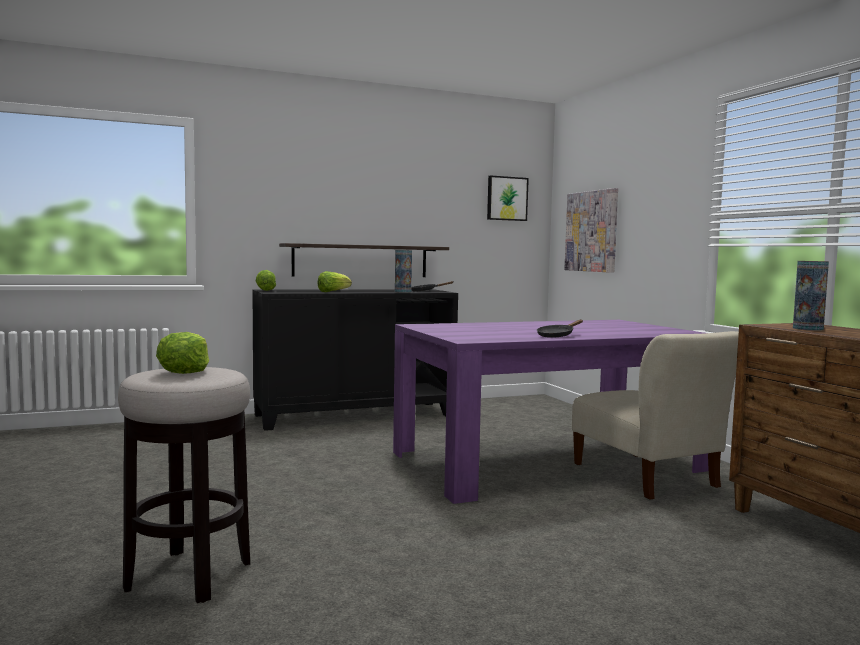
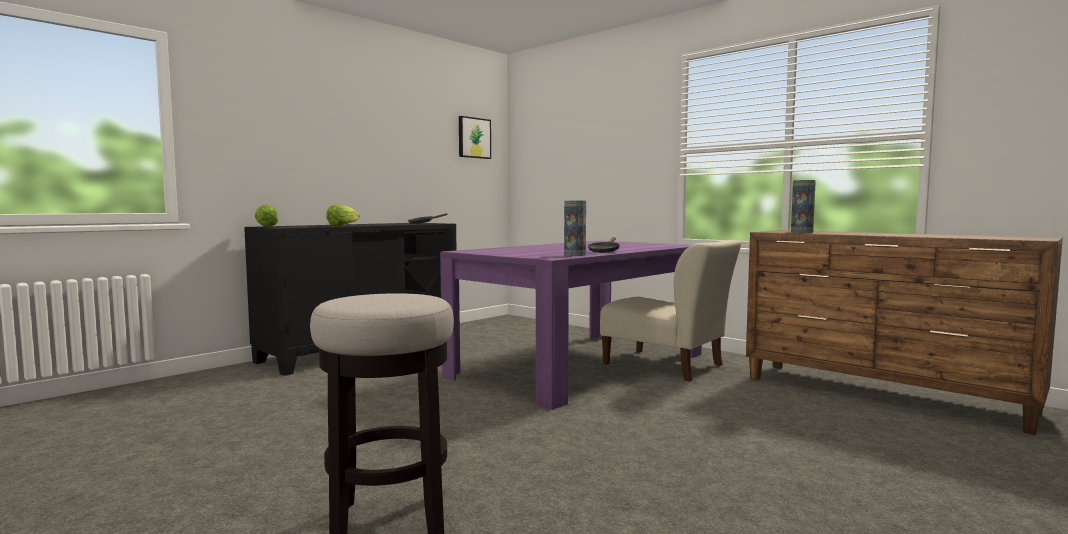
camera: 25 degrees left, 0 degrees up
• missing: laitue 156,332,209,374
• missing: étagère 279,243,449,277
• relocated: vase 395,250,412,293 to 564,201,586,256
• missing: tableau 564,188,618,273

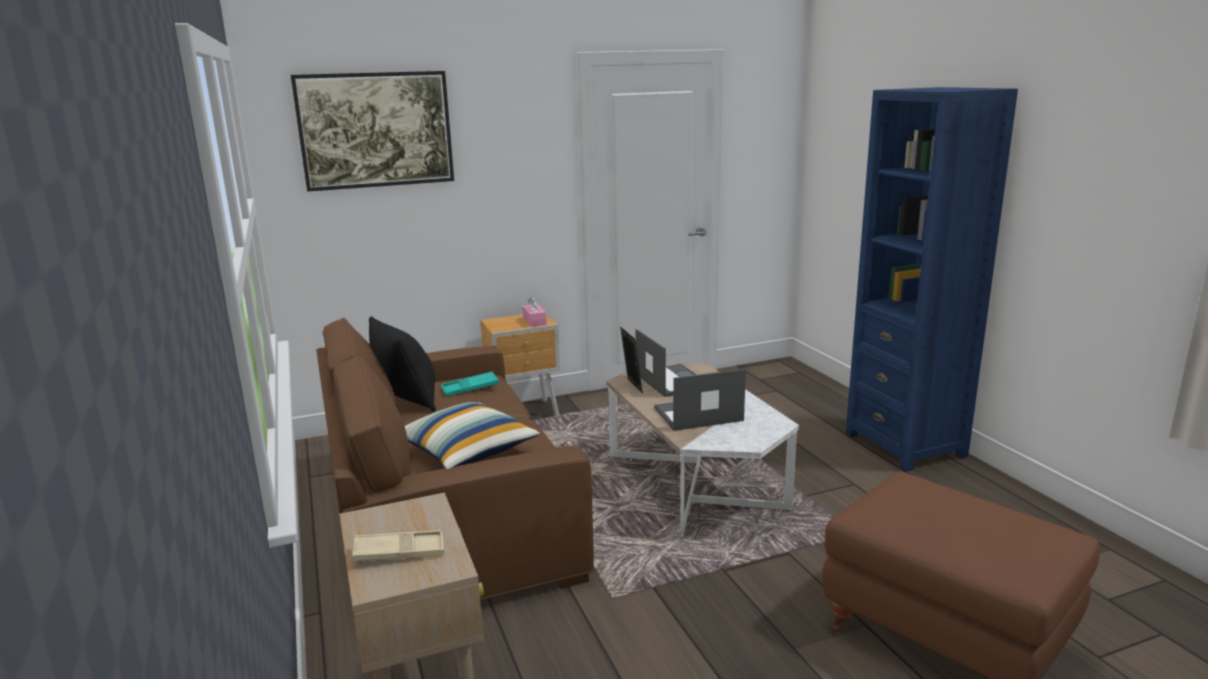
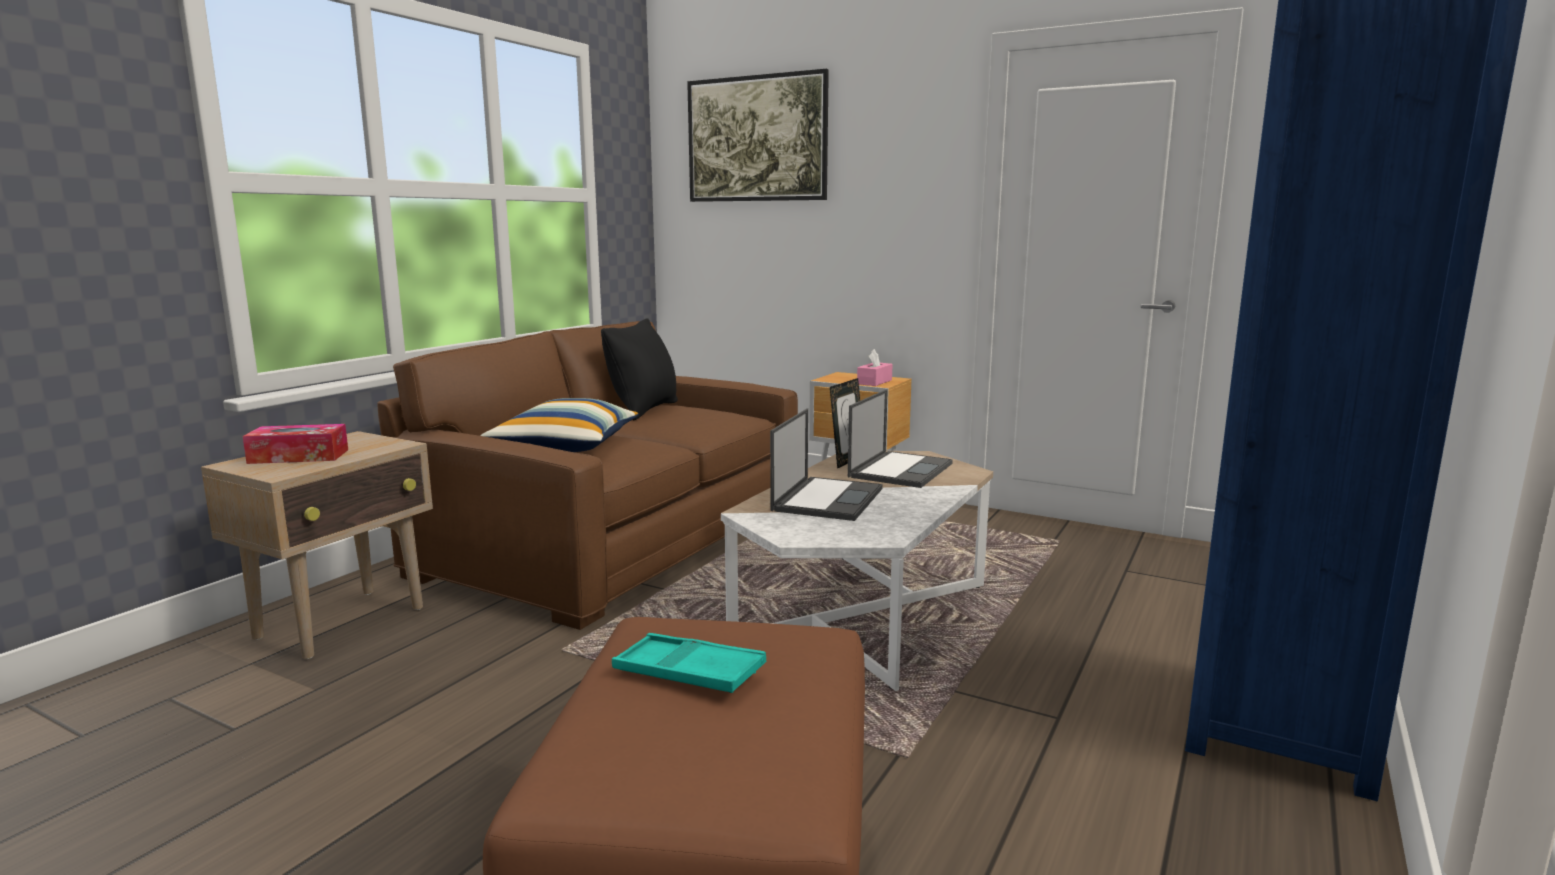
camera: 50 degrees right, 5 degrees down
• exchanged: plateau (beige) 352,530,444,563 to boîte à mouchoirs 243,424,348,464
• relocated: plateau (turquoise) 441,371,499,396 to 612,633,766,693
• spun: ordinateur portable 655,369,746,431 = 770,408,883,521 75 degrees clockwise

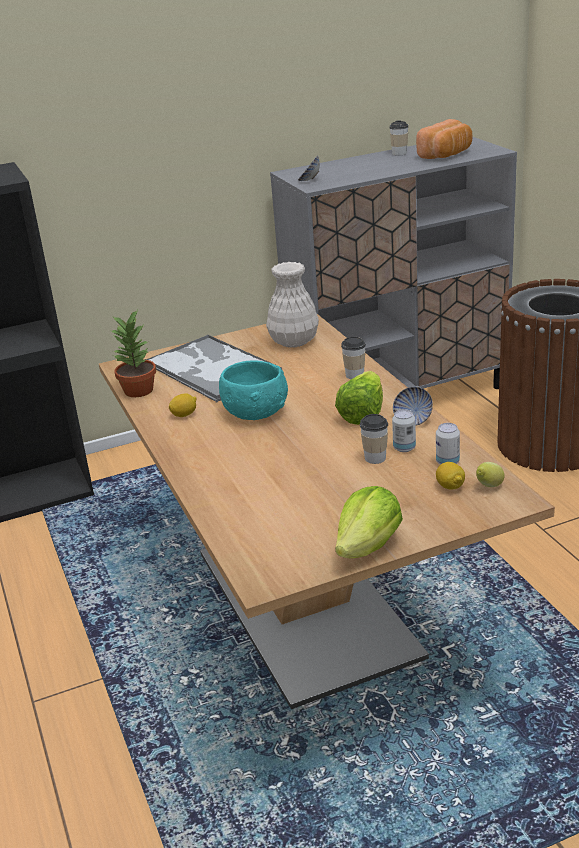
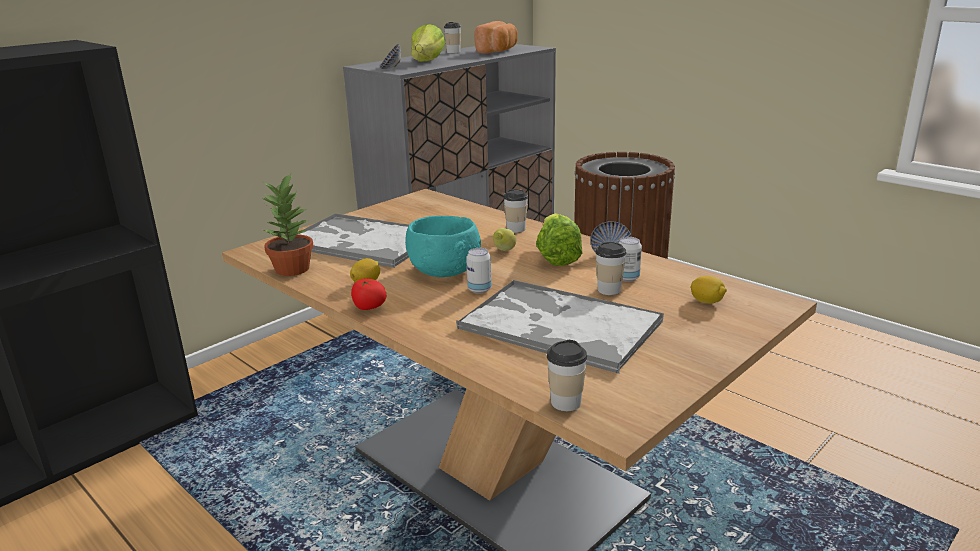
camera: 25 degrees left, 5 degrees down
• missing: vase (blanc) 266,262,319,348
• relocated: laitue 335,486,403,558 to 411,24,445,62
• relocated: boîte métallique 436,423,460,465 to 466,248,492,294
• relocated: citron 476,462,505,487 to 493,228,516,251
• appeared: tomate 351,279,386,310
• appeared: plateau 456,280,664,374
• appeared: tasse 547,340,587,411

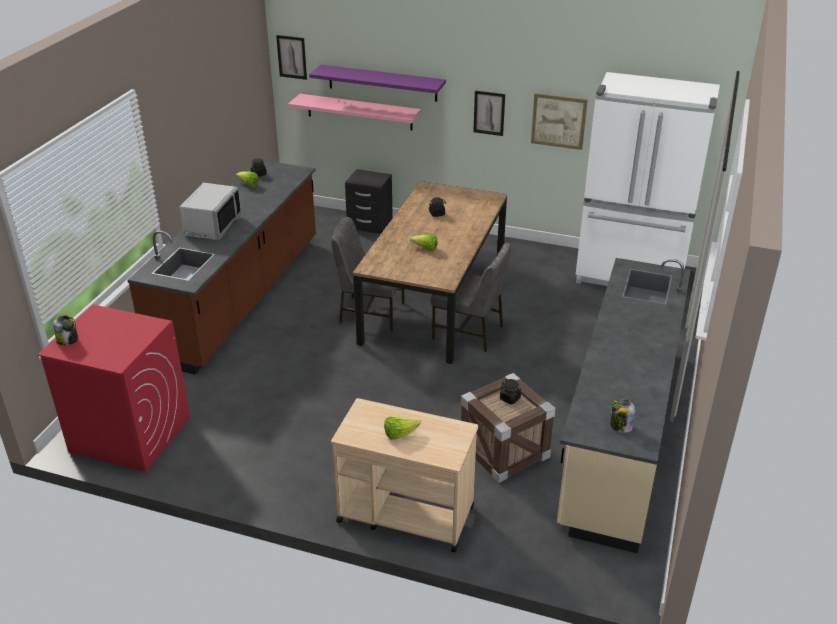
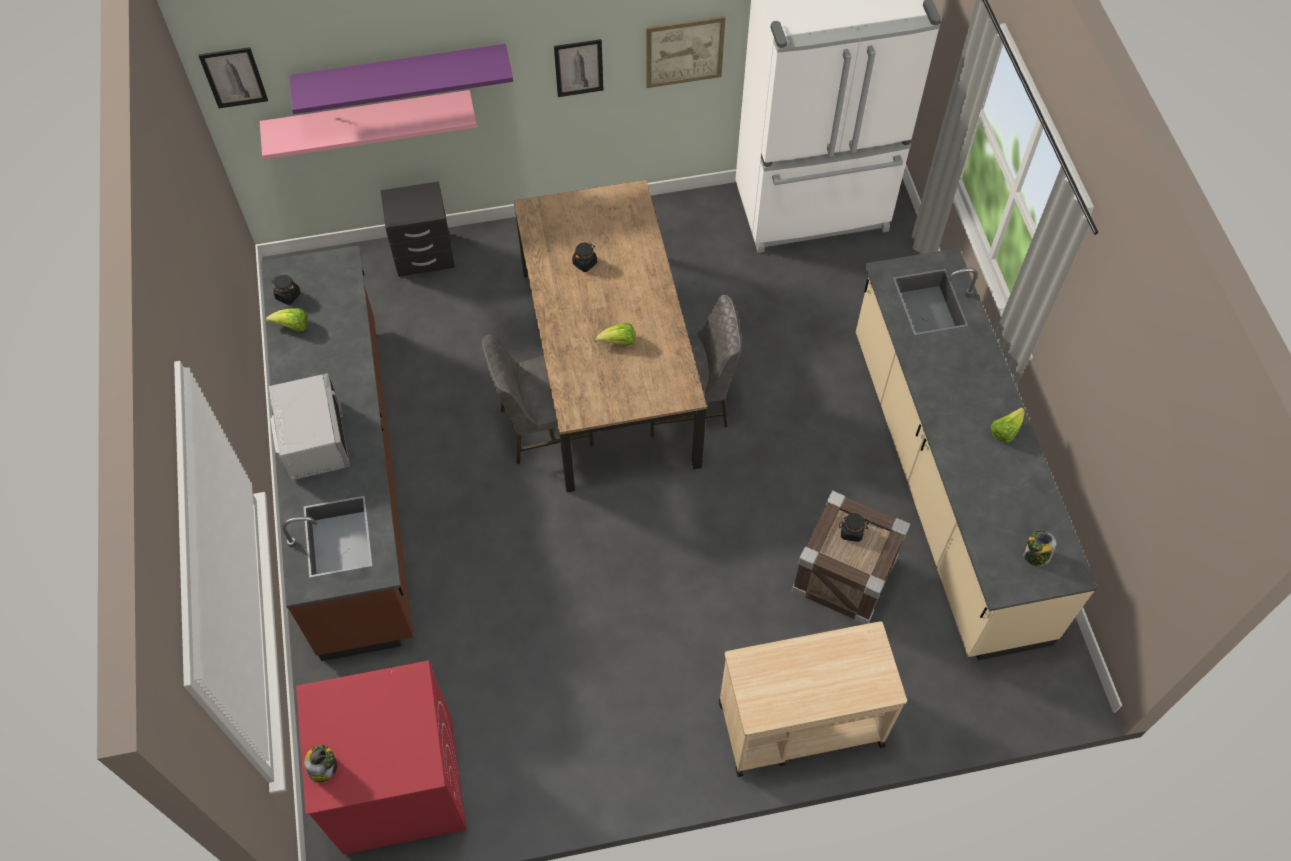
camera: 30 degrees left, 25 degrees up
• relocated: laitue 384,417,421,440 to 991,407,1024,443

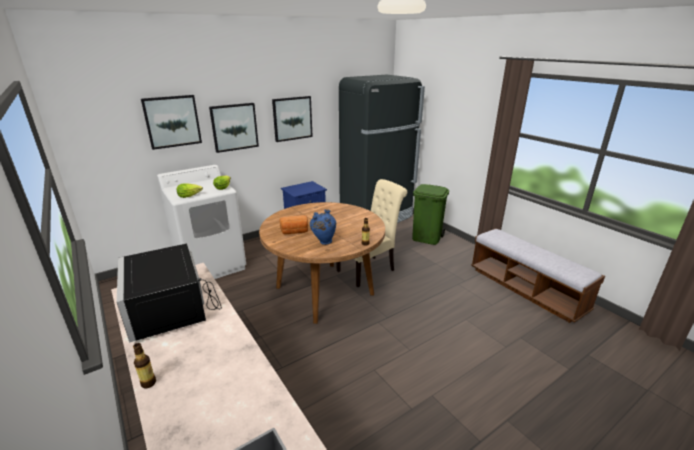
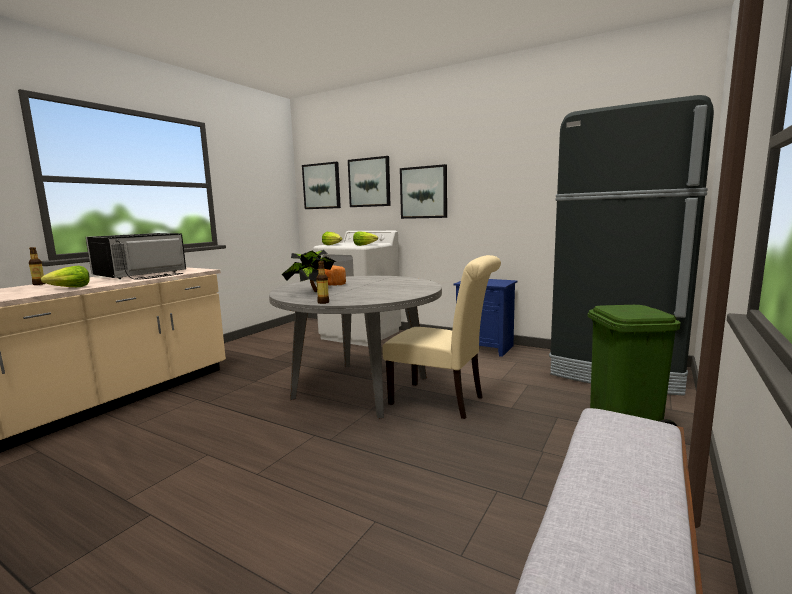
camera: 65 degrees right, 15 degrees down
• colour: table à manger (marron) 259,202,385,324 to table à manger (gris) 269,276,442,419
• relocated: tableau 272,96,313,142 to 302,162,341,209
• exchanged: vase (bleu) 310,209,336,245 to plante en pot 282,250,336,292
• appeared: laitue 41,266,90,287

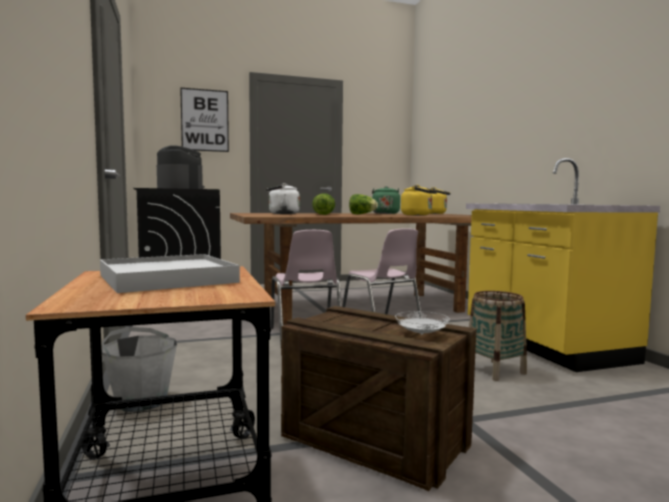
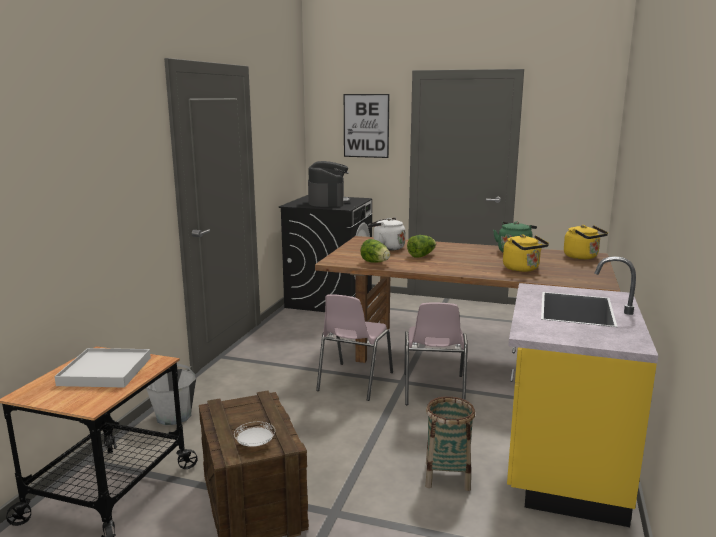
camera: 35 degrees right, 10 degrees up
• relocated: laitue 349,194,378,214 to 360,239,390,263

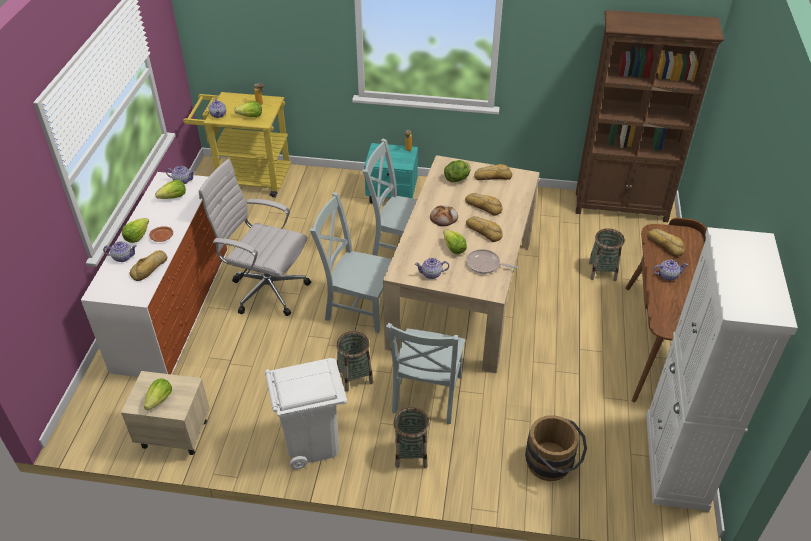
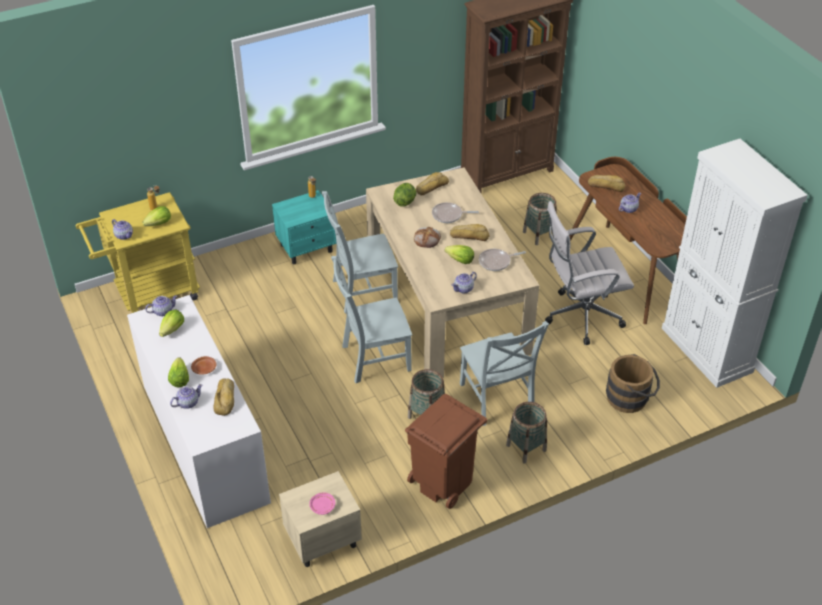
camera: 35 degrees left, 0 degrees up
• exchanged: laitue 144,379,172,410 to assiette (rose) 309,493,335,515
• relocated: chaise de bureau (blanc) 199,159,311,316 to 545,201,634,345
• colour: poubelle (blanc) 265,358,347,469 to poubelle (marron) 405,394,487,509
• exchanged: pain 465,193,502,216 to poêle 432,202,479,223

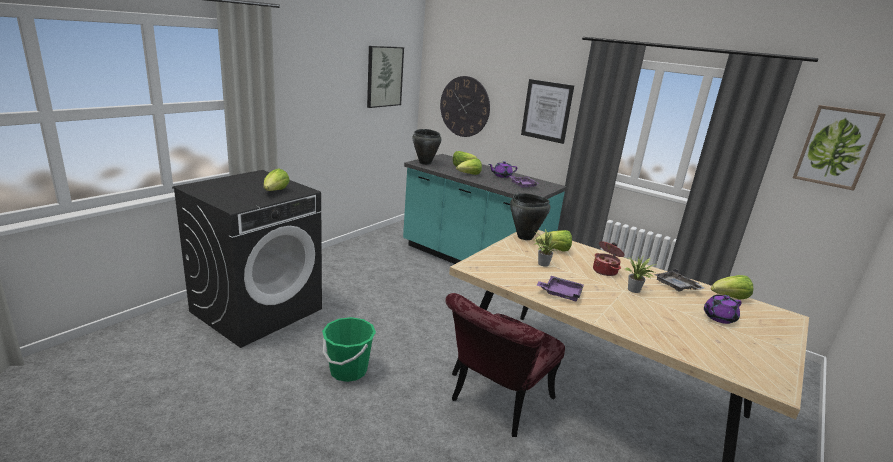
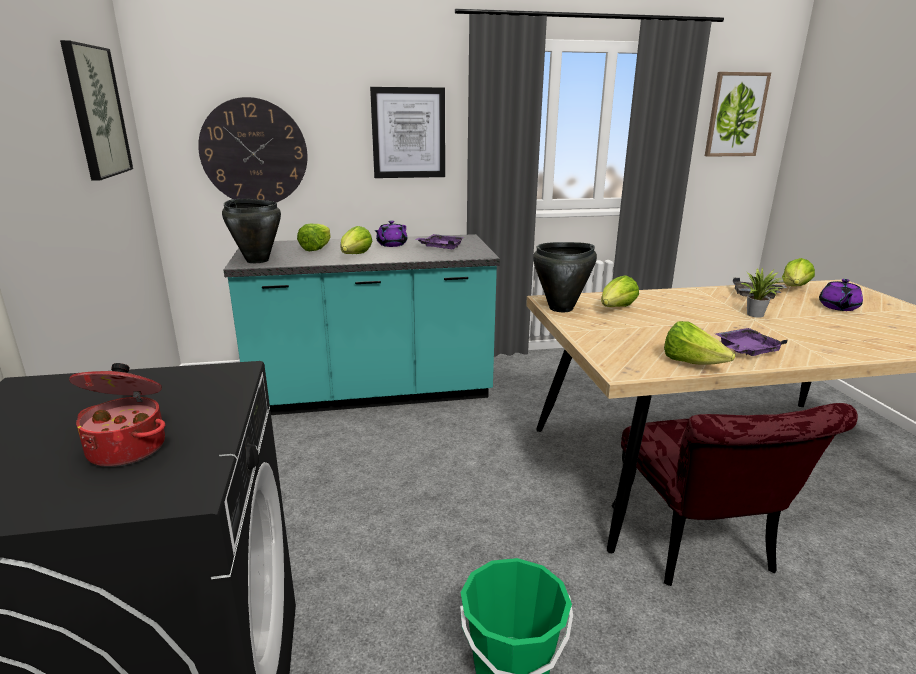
camera: 45 degrees left, 0 degrees up
• relocated: laitue 263,169,290,191 to 664,321,735,365
• missing: plante en pot 533,229,558,267
• relocated: marmite 593,241,625,276 to 69,363,165,467

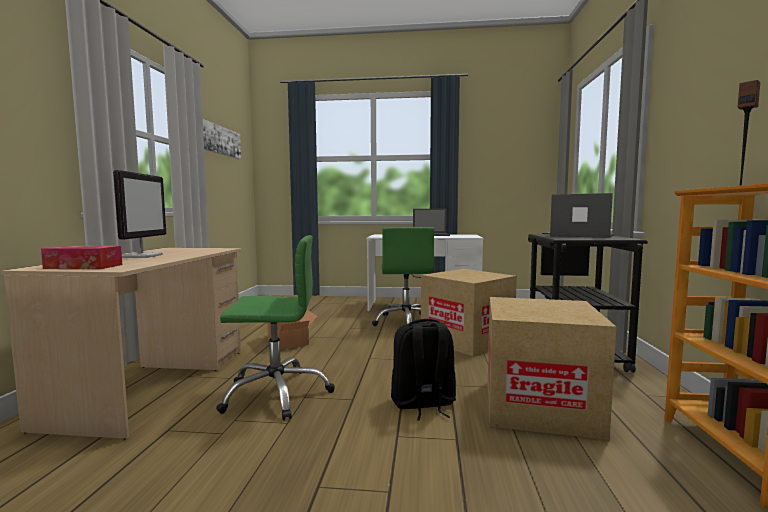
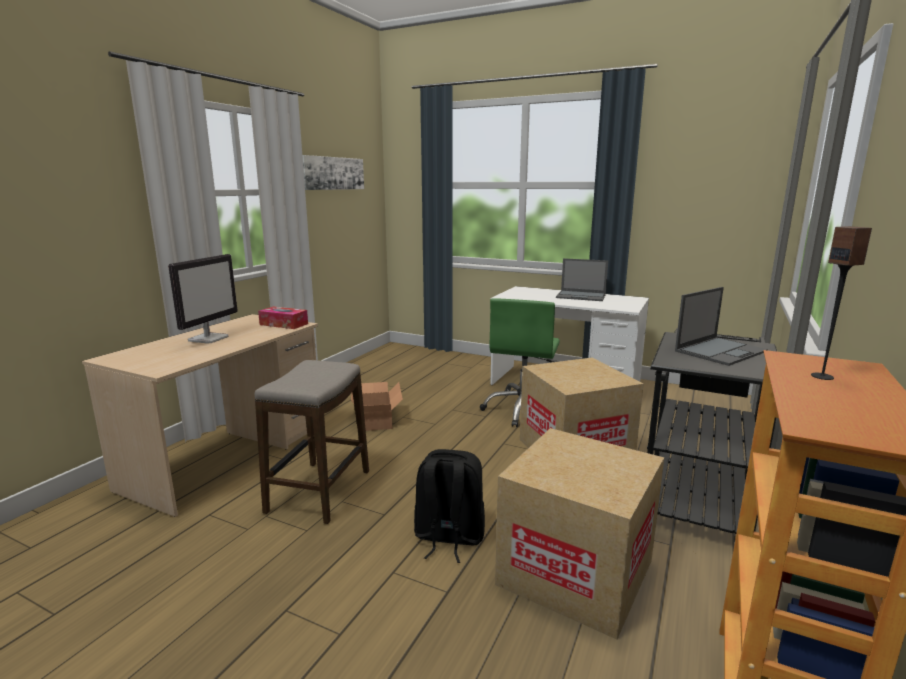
camera: 20 degrees right, 10 degrees up
• relocated: boîte à mouchoirs 41,246,122,269 to 258,306,308,329
• exchanged: chaise de bureau (vert) 216,235,335,421 to tabouret 255,360,369,524
• spun: ordinateur portable 550,193,614,238 = 675,287,768,366 90 degrees clockwise

